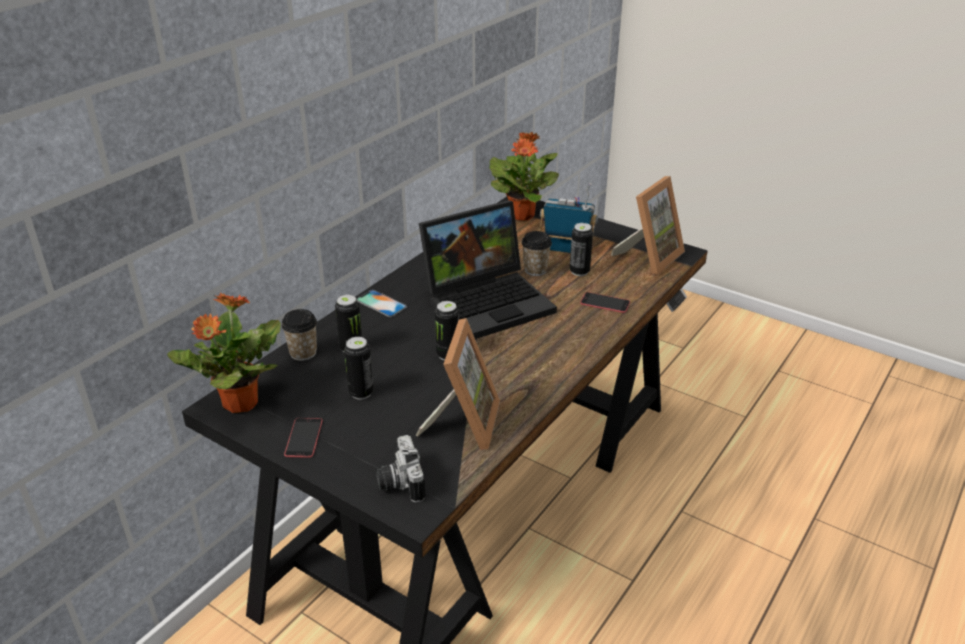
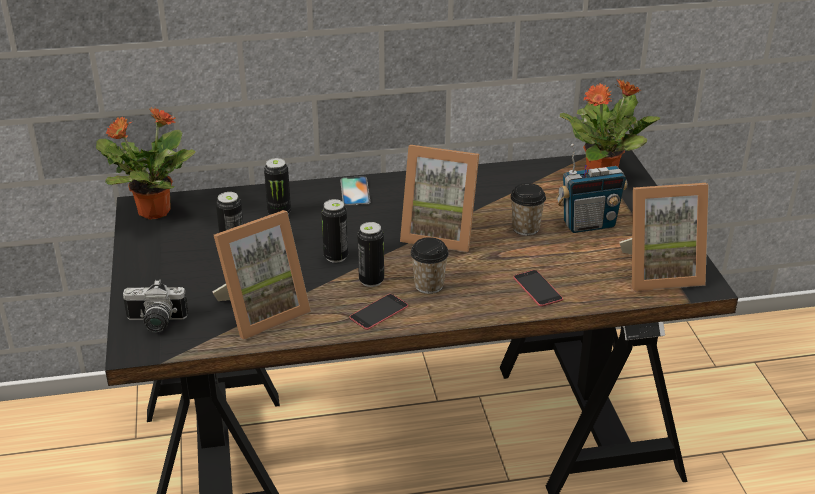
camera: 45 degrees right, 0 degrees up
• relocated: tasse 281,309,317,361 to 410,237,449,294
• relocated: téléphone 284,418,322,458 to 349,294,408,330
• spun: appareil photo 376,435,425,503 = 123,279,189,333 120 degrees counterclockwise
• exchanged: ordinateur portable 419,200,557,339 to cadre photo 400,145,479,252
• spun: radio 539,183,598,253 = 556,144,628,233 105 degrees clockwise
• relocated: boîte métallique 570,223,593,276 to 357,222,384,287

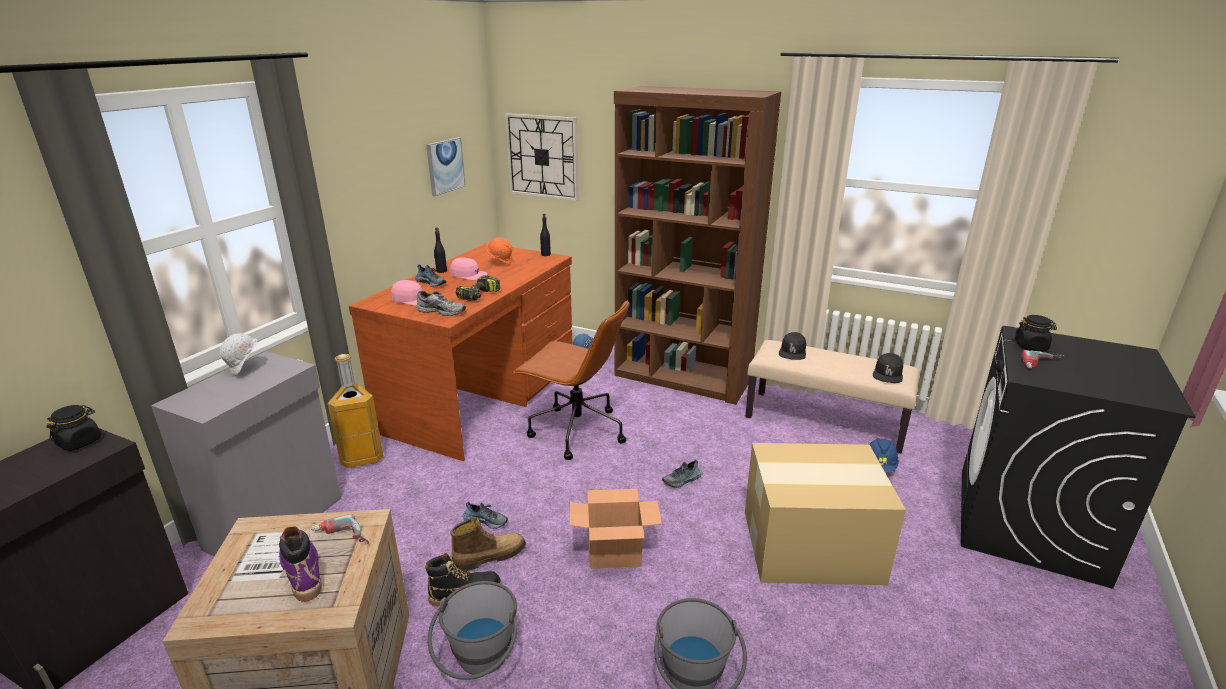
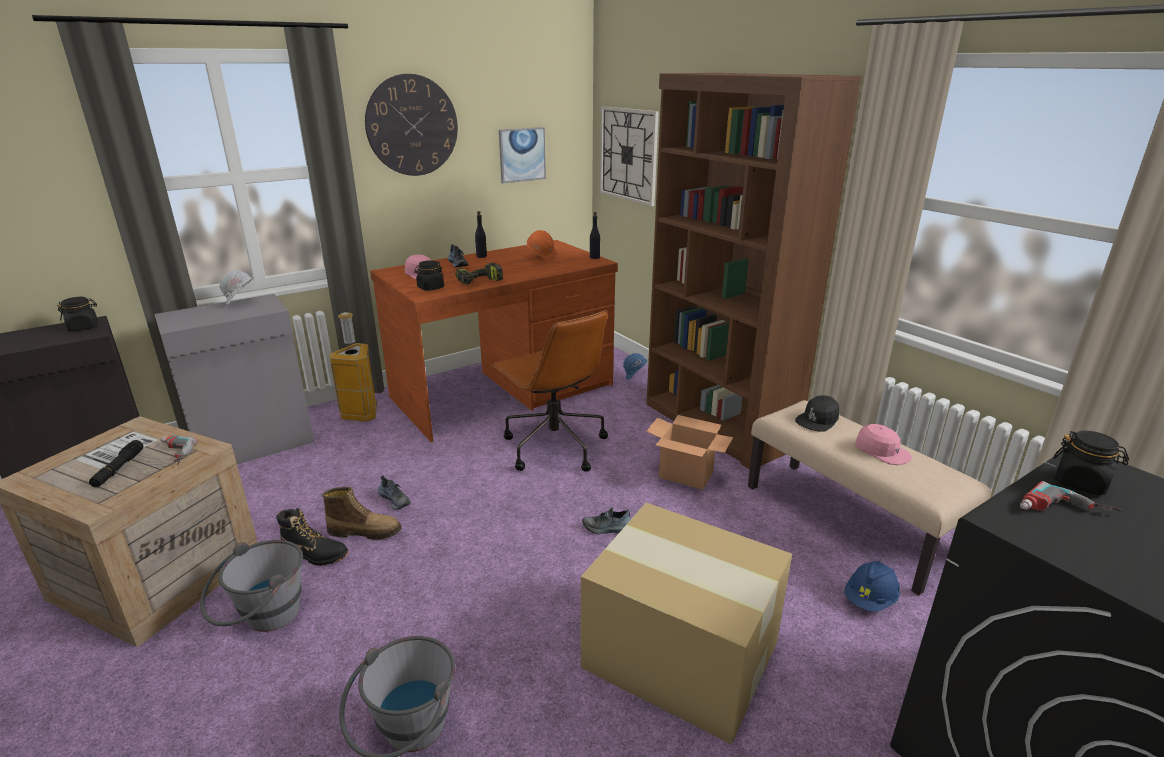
camera: 30 degrees right, 0 degrees up
• exchanged: botte (violet) 279,526,322,602 to lampe de poche (noir) 89,440,143,487
• exchanged: chaussure (gris) 417,291,466,316 to bocal (noir) 414,260,444,291
• relocated: casquette (rose) 450,258,488,281 to 855,424,912,465
• relocated: carton 570,489,662,569 to 646,415,733,490
• missing: casquette (noir) 873,353,903,383
• appeared: horloge murale 365,74,458,176

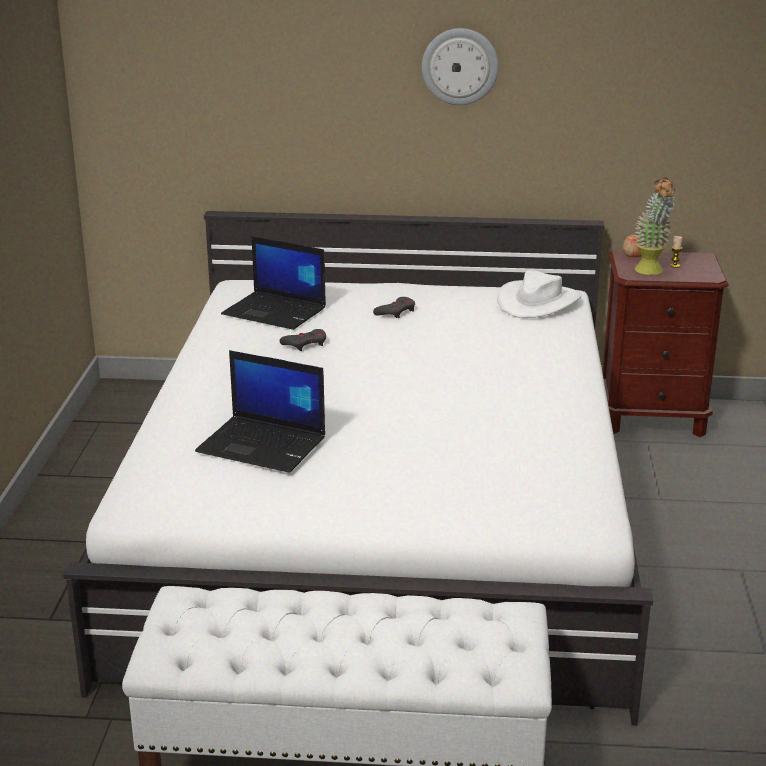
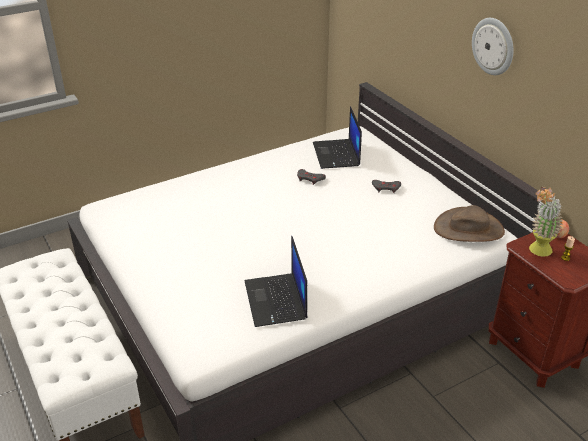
camera: 55 degrees right, 10 degrees up
• relocated: ordinateur portable 195,350,325,473 to 245,236,308,327
• colour: chapeau (blanc) 497,270,581,318 to chapeau (marron) 434,205,505,242

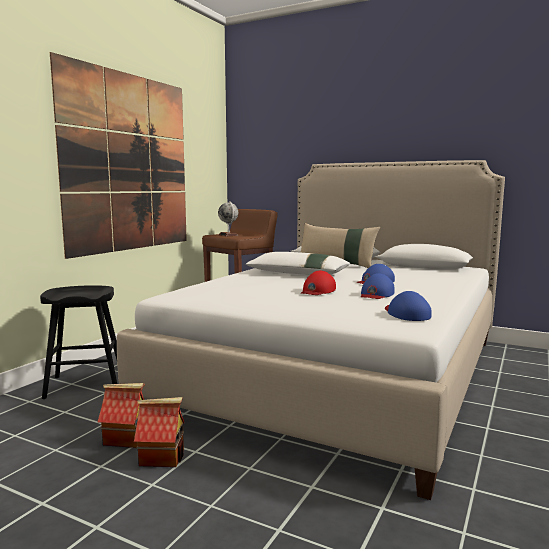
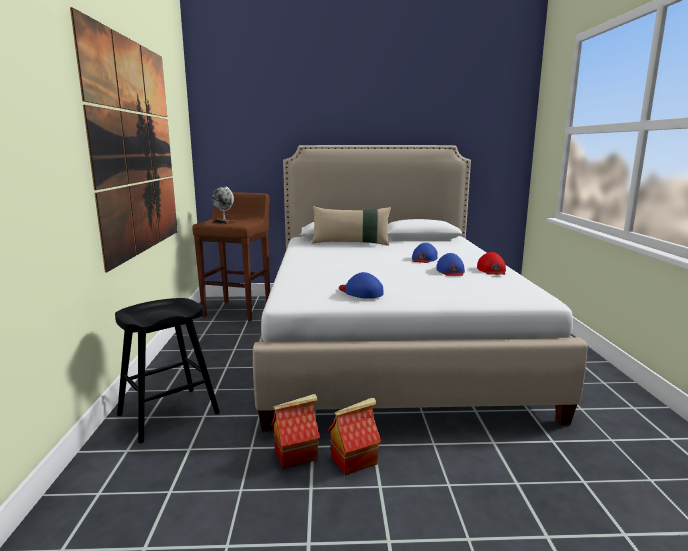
camera: 30 degrees left, 5 degrees up
• missing: coussin (blanc) 246,252,350,275
• relocated: casquette (rouge) 301,271,336,295 to 477,252,506,275
• relocated: casquette (bleu) 385,291,432,321 to 339,272,383,299

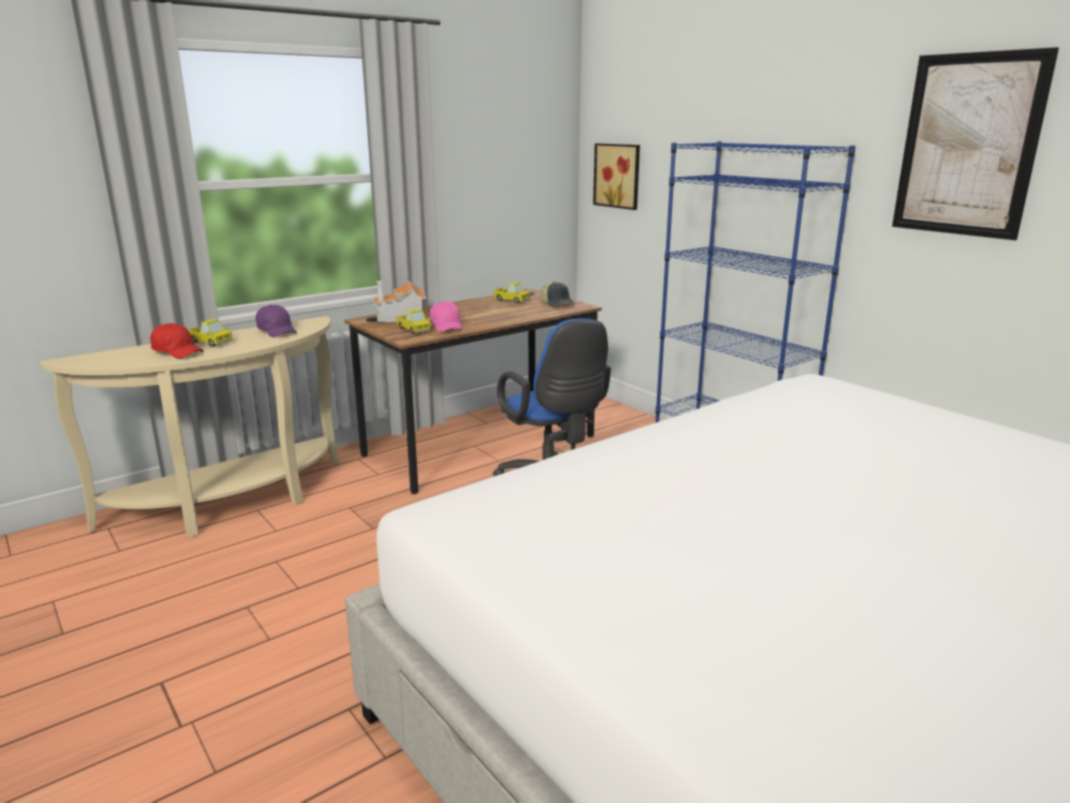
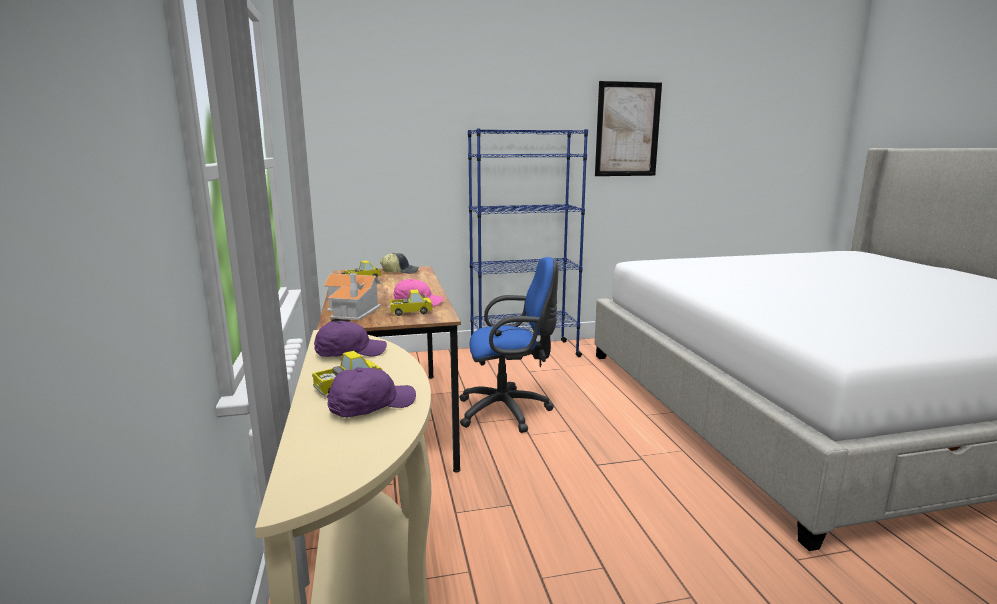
camera: 65 degrees left, 5 degrees down
• colour: casquette (rouge) 150,323,204,359 to casquette (violet) 327,367,416,417
• missing: tableau 593,143,640,210

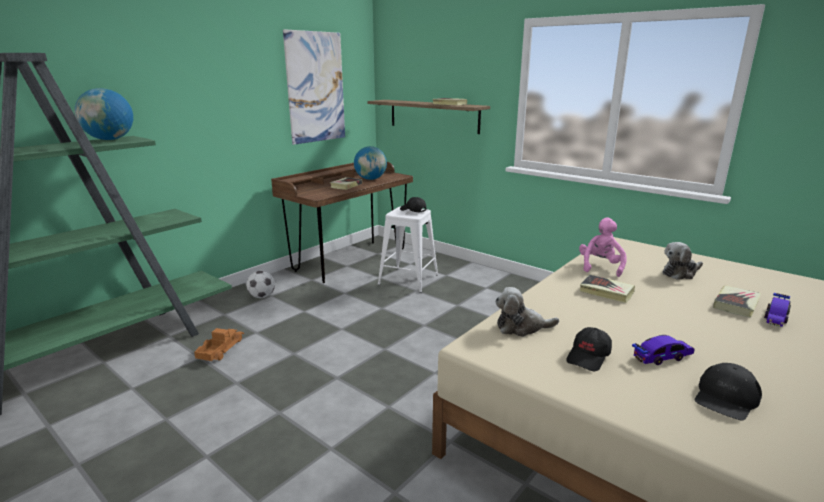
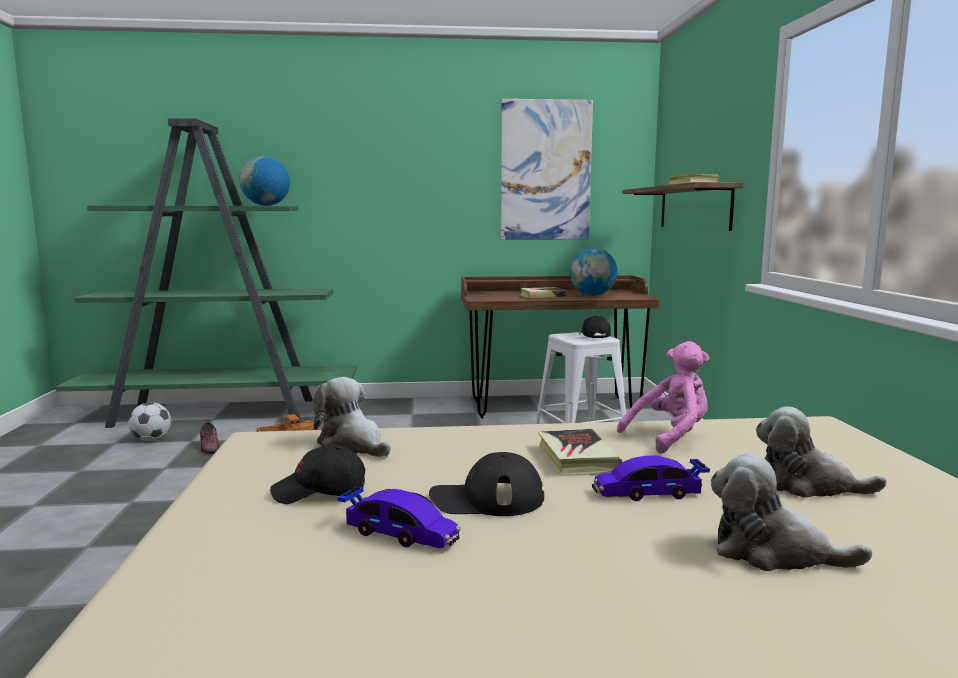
camera: 45 degrees right, 10 degrees down
• relocated: ballon de foot 246,271,275,298 to 128,402,171,441
• relocated: casquette (noir) 694,363,762,421 to 429,452,544,516
• exchanged: livre 713,285,761,318 to peluche 711,453,872,571
• relocated: petite voiture 764,293,791,327 to 592,456,710,501
• appeared: chaussure 200,422,219,454

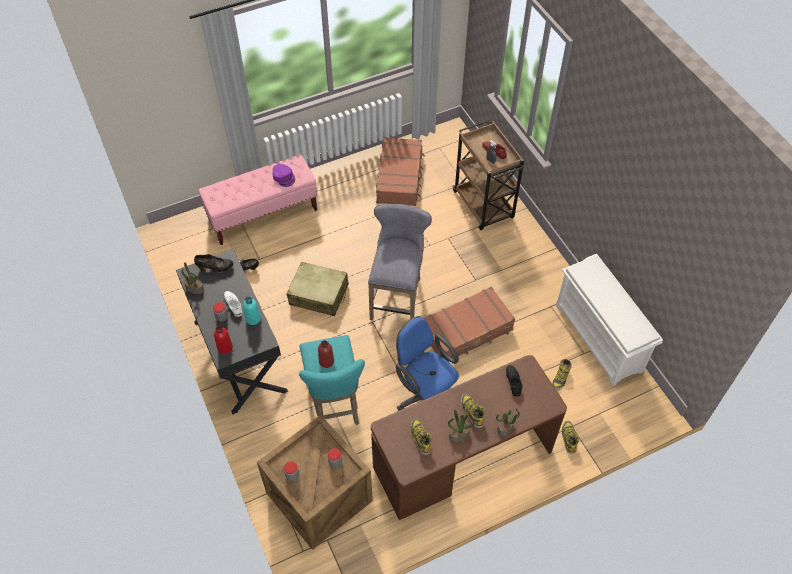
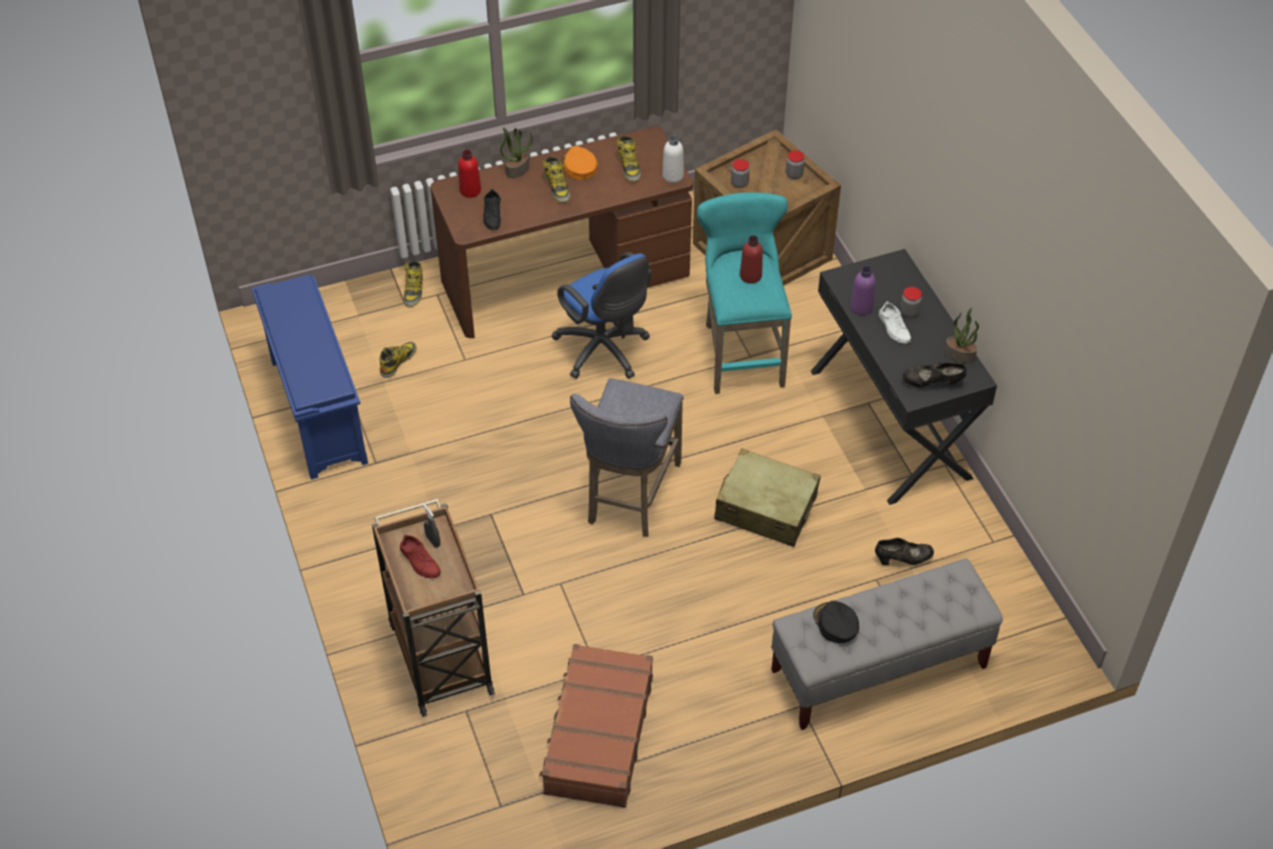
camera: 175 degrees left, 5 degrees down
• colour: banc (rose) 199,155,317,245 to banc (gris) 771,558,1003,730
• relocated: bouteille (rouge) 214,325,233,354 to 458,150,481,198
• colour: bouteille (turquoise) 243,296,261,325 to bouteille (violet) 850,266,876,315
• colour: casquette (violet) 273,164,295,187 to casquette (noir) 813,601,859,643
• missing: valise (marron) 424,287,515,360
• exchanged: plante en pot 448,409,474,442 to casquette (orange) 562,146,598,180
• colour: étagère à chaussures (blanc) 556,254,663,386 to étagère à chaussures (bleu) 252,274,368,480
• appeared: bouteille (blanc) 662,135,684,183

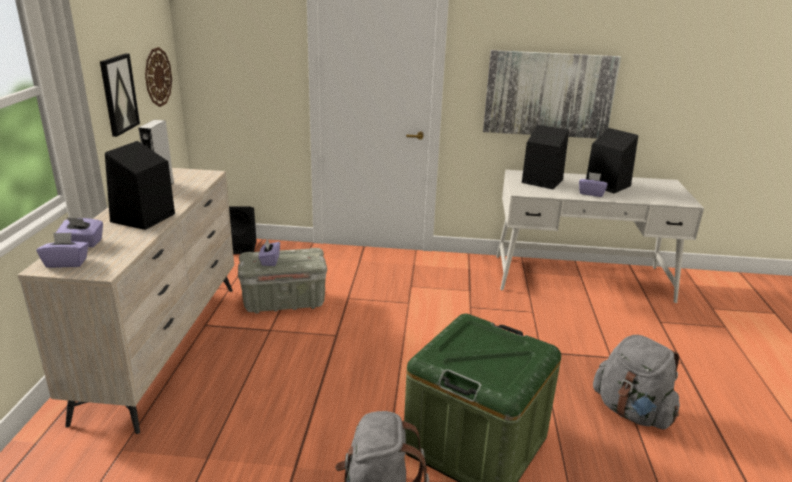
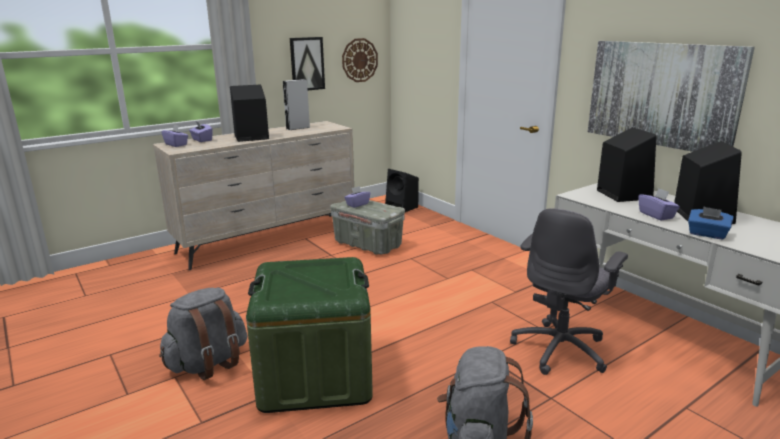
camera: 50 degrees right, 5 degrees down
• appeared: chaise de bureau (gris) 510,208,628,375
• appeared: boîte à mouchoirs (bleu) 688,206,734,240

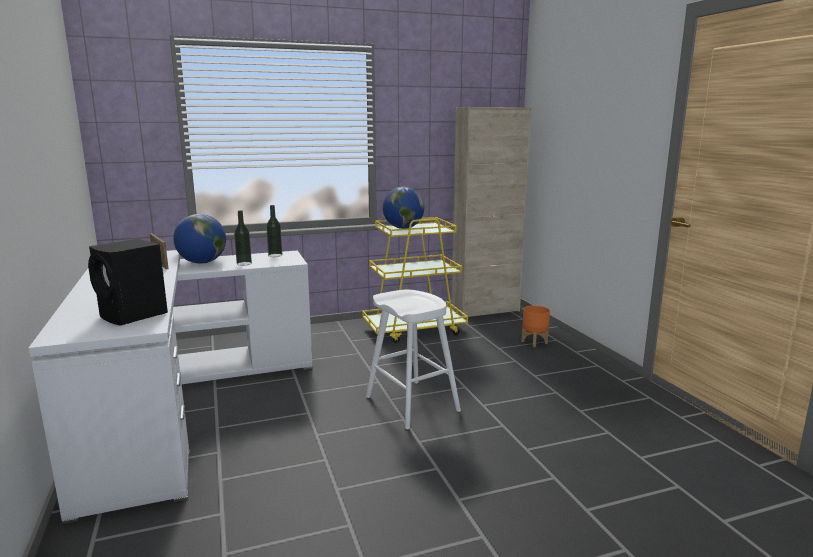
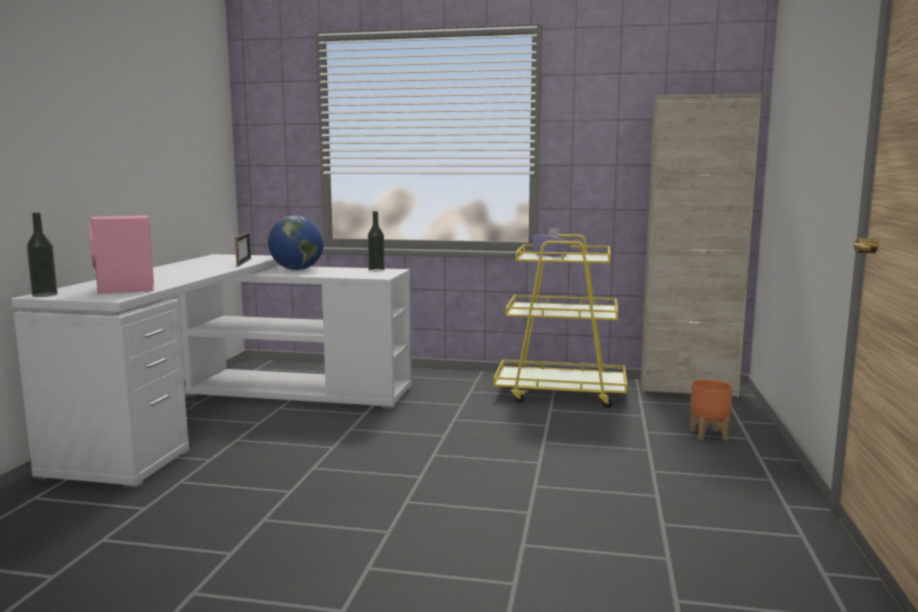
camera: 30 degrees right, 5 degrees down
• colour: enceinte (noir) 88,239,168,326 to enceinte (rose) 89,216,154,294
• relocated: bouteille 234,210,252,266 to 27,212,58,297
• missing: tabouret (blanc) 366,289,461,429
• exchanged: globe 383,187,424,229 to boîte à mouchoirs (violet) 532,228,570,257

